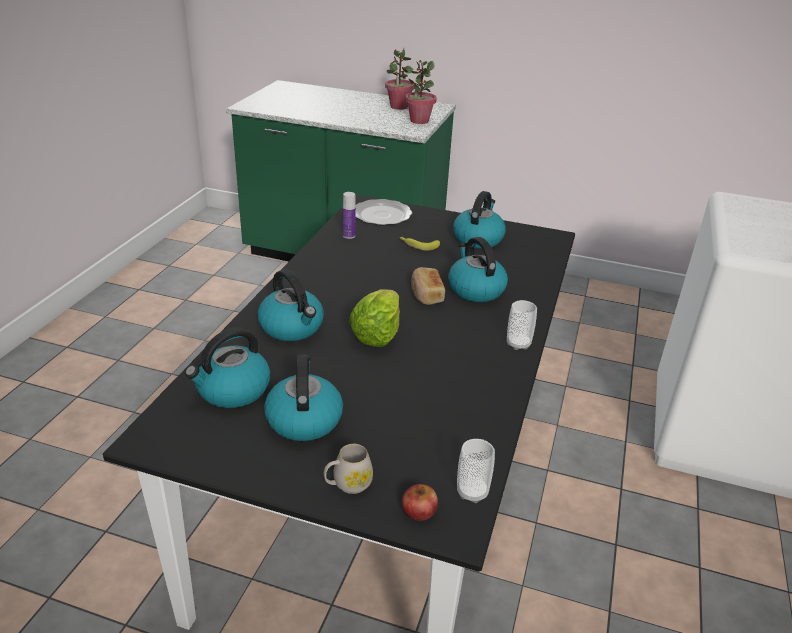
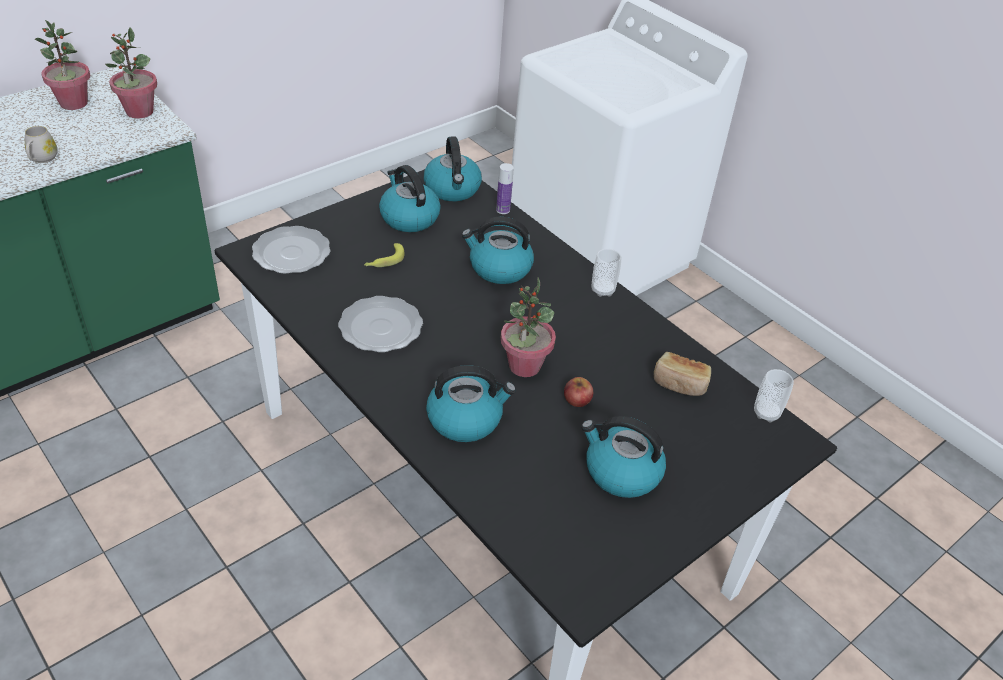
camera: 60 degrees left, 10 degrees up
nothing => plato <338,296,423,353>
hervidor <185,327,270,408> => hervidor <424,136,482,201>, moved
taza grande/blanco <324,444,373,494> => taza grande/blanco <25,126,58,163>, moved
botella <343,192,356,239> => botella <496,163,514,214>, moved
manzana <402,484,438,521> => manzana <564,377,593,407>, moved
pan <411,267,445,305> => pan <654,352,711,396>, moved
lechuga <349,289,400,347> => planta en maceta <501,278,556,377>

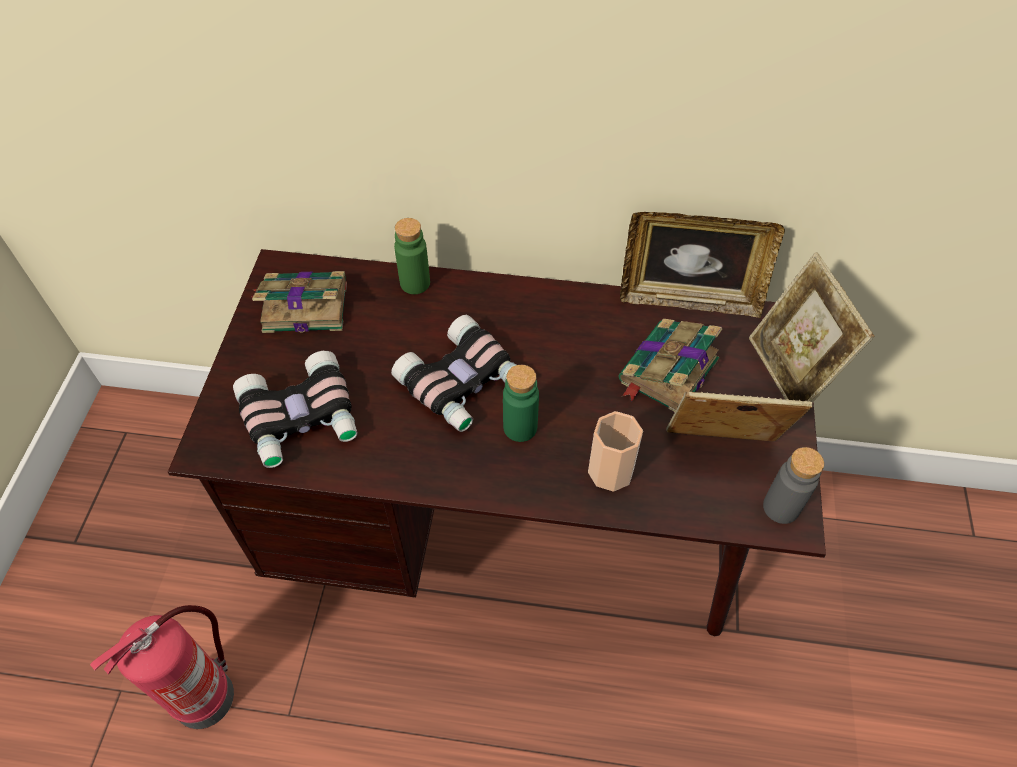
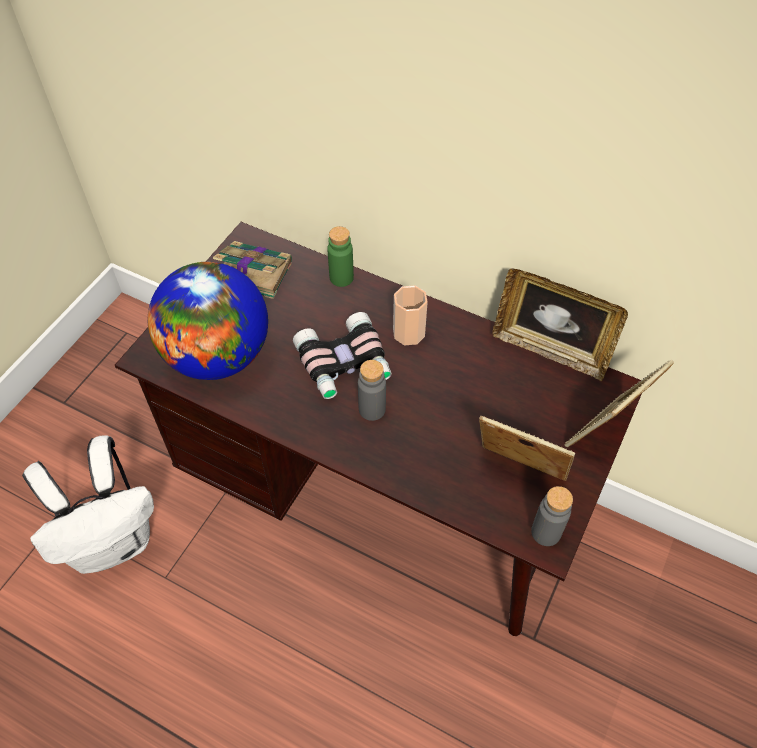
camera: 20 degrees right, 0 degrees up
libro <619,319,722,412> => nothing
taza <588,411,643,491> => taza <393,285,428,345>, moved
extintor <90,605,234,729> => mochila/blanco <22,435,154,574>
prismáticos <233,351,358,468> => globo terráqueo <148,262,268,380>
botella/verde <503,365,539,442> => botella/gris <358,360,386,421>
portarretratos <749,252,875,402> => portarretratos <565,360,674,447>, 45 degrees clockwise

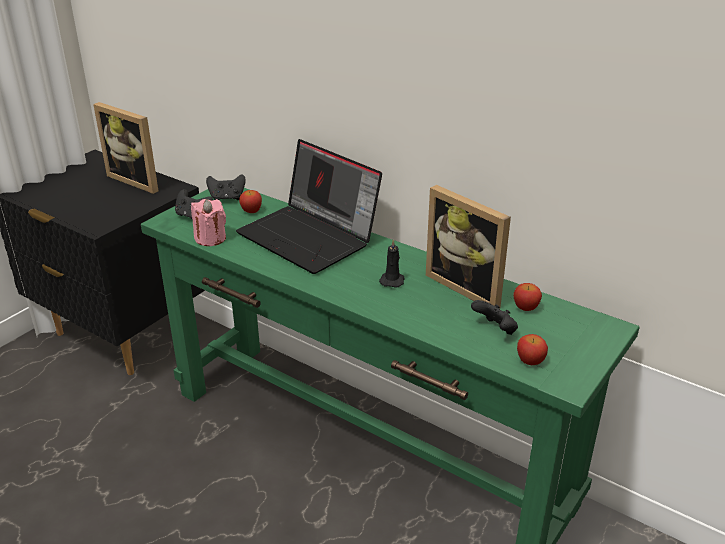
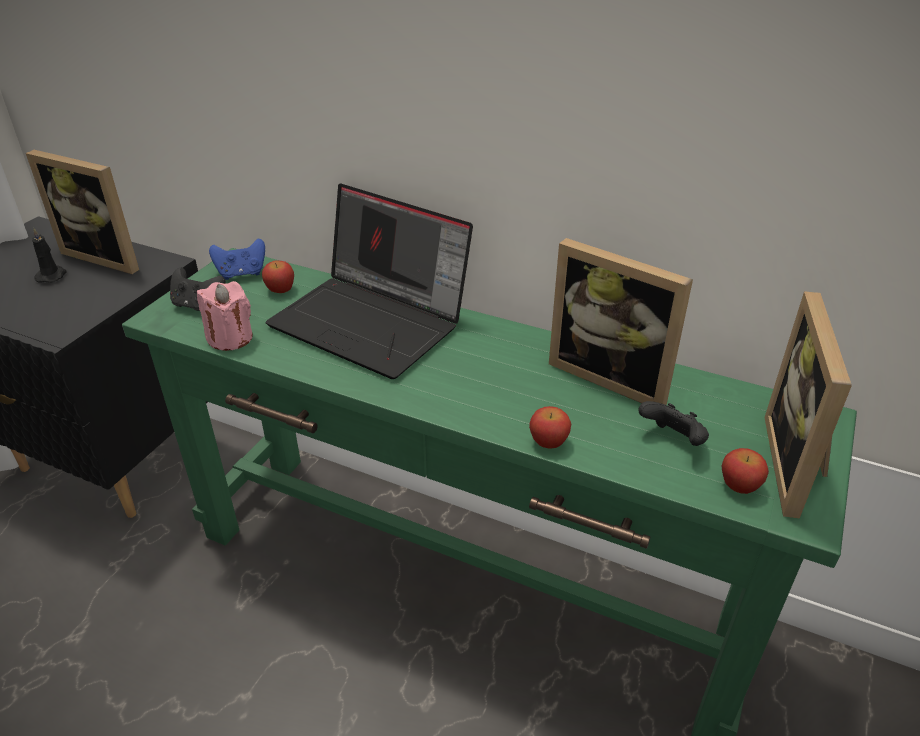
camera: 10 degrees left, 5 degrees up
nothing => portarretratos <764,291,852,519>
vela/negro <379,239,404,288> => vela/negro <32,228,67,283>, moved
manzana <513,283,542,311> => manzana <529,406,571,449>, moved
mando de consola/negro <206,174,246,200> => mando de consola/azul <209,239,265,280>

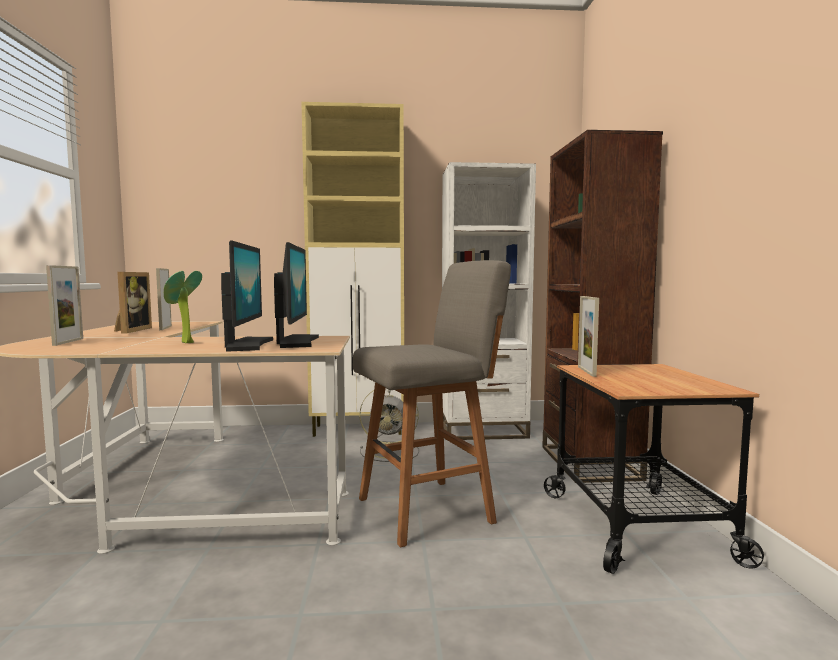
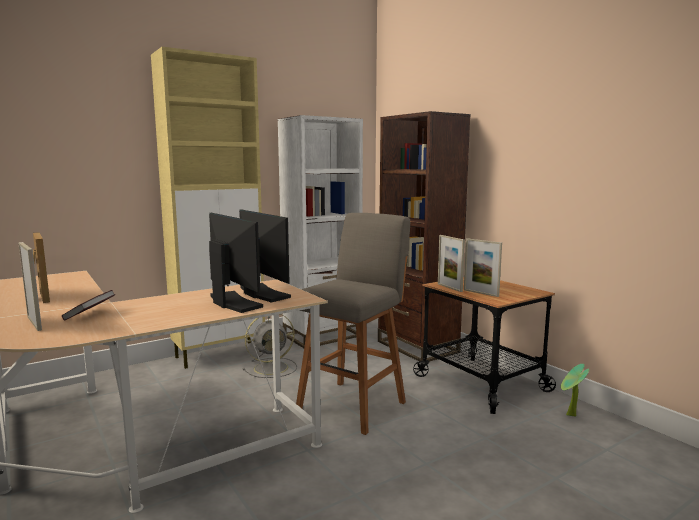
camera: 30 degrees left, 5 degrees up
nothing => libro <62,290,115,320>
portarretratos <156,268,172,330> => portarretratos <464,238,502,297>, moved
planta en maceta <164,271,202,343> => planta en maceta <561,364,589,417>, moved

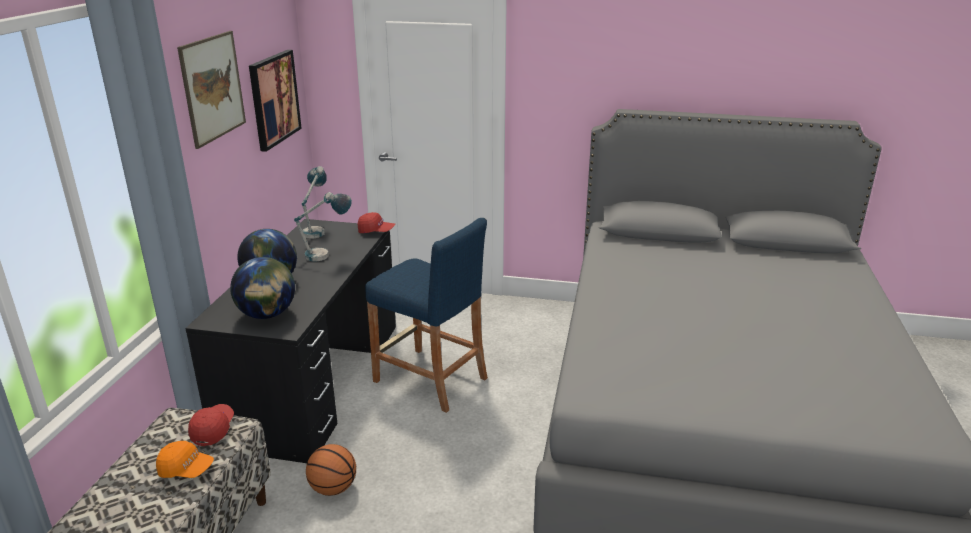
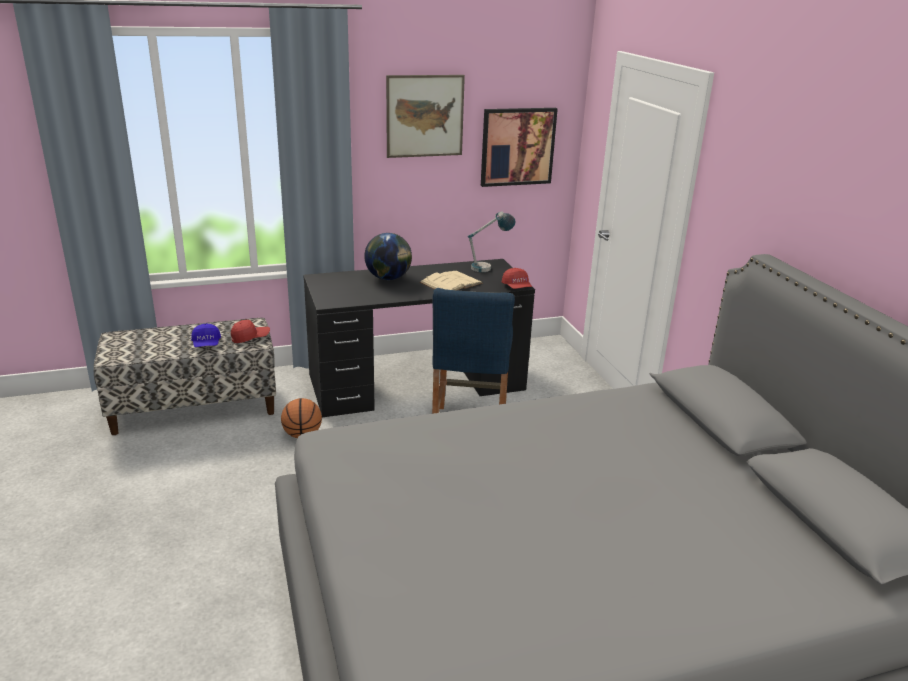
camera: 60 degrees right, 0 degrees up
globo terráqueo <230,257,295,319> => nothing
lámpara de mesa <294,192,352,261> => libro/beis <420,271,483,290>
gorra/naranja <156,441,214,478> => gorra/azul <191,324,221,347>

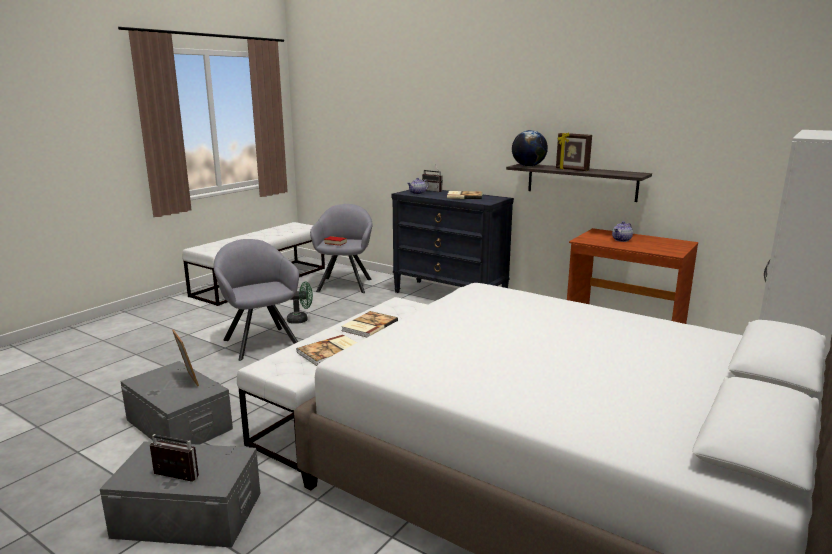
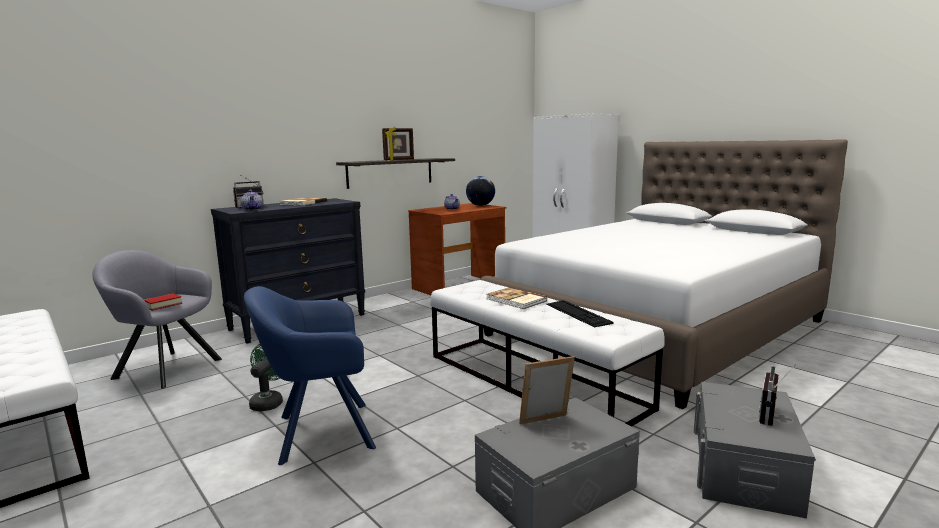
camera: 75 degrees left, 5 degrees down
globo terráqueo <512,130,548,166> => globo terráqueo <466,176,495,206>, moved
libro <297,334,357,366> => teclado <546,300,613,327>
sillón/gris <214,239,299,361> => sillón/azul <244,286,376,465>

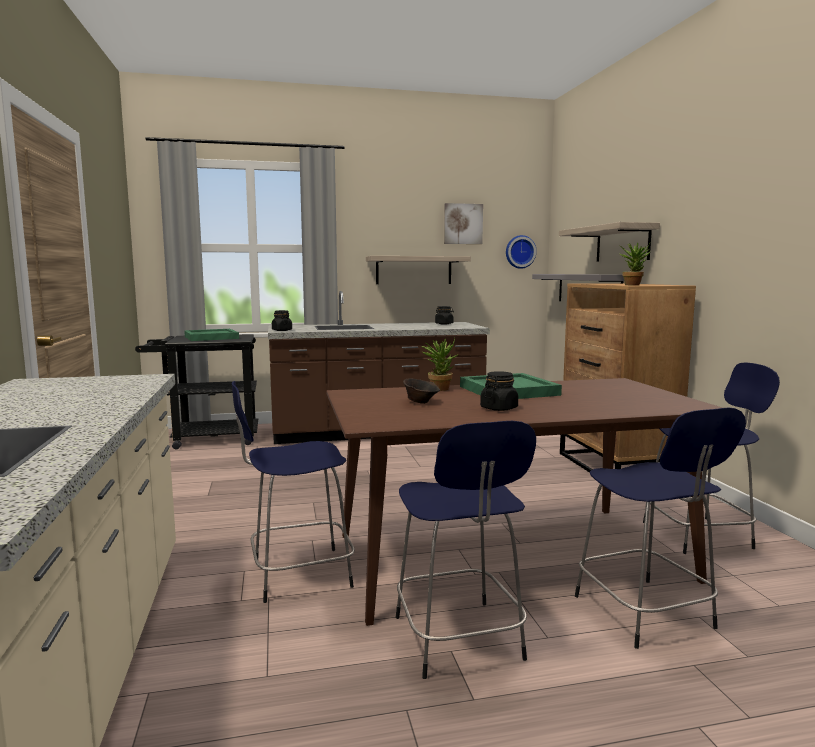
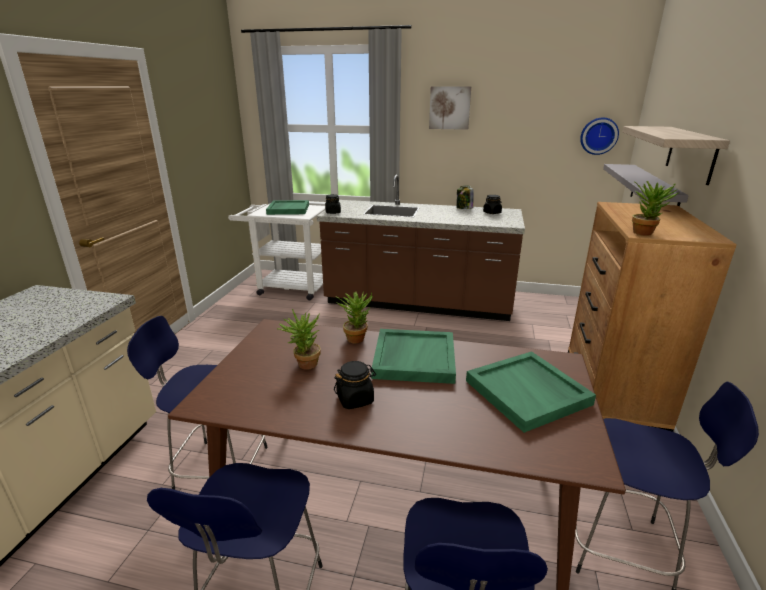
camera: 25 degrees right, 15 degrees up
estante <366,256,471,284> => nothing
nothing => tarro <457,186,474,209>
nothing => bandeja/verde <466,351,596,433>
cuadro <444,203,483,244> => cuadro <429,86,471,130>, moved
cuenco/marrón <403,379,440,404> => planta en maceta <277,309,321,370>
carrito/negro <135,334,258,449> => carrito/blanco <228,203,325,300>

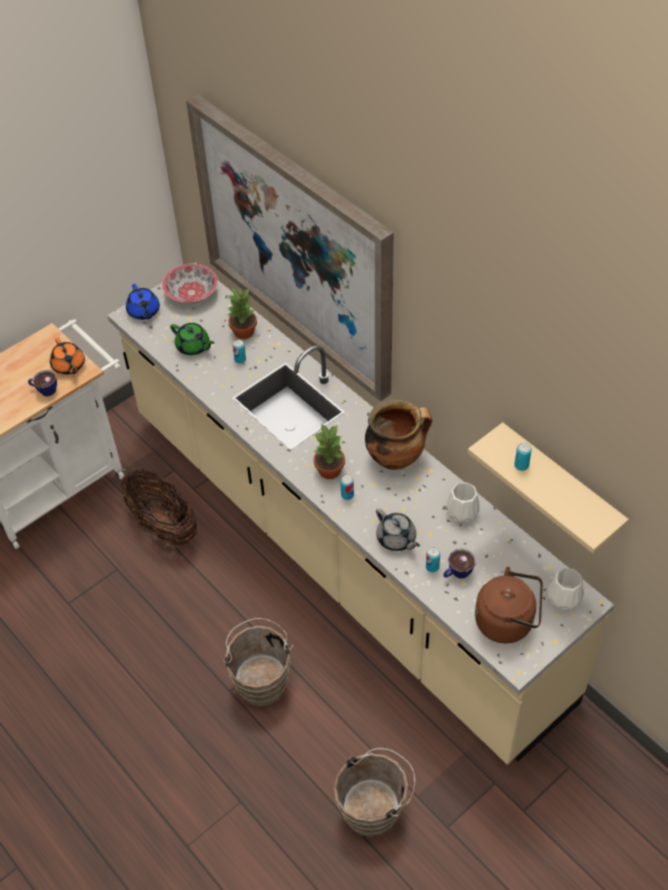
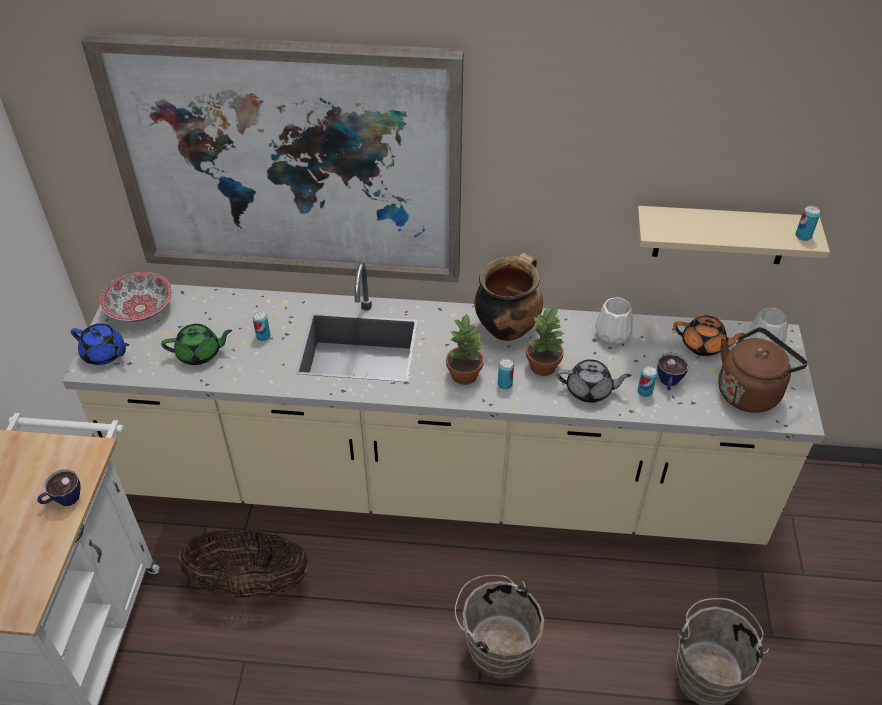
camera: 45 degrees left, 5 degrees down
tetera/naranja <50,338,85,375> => tetera/naranja <673,315,745,357>, moved
planta en maceta <228,288,257,339> => planta en maceta <526,306,565,376>, moved
lata <514,442,532,471> => lata <796,206,820,241>, moved

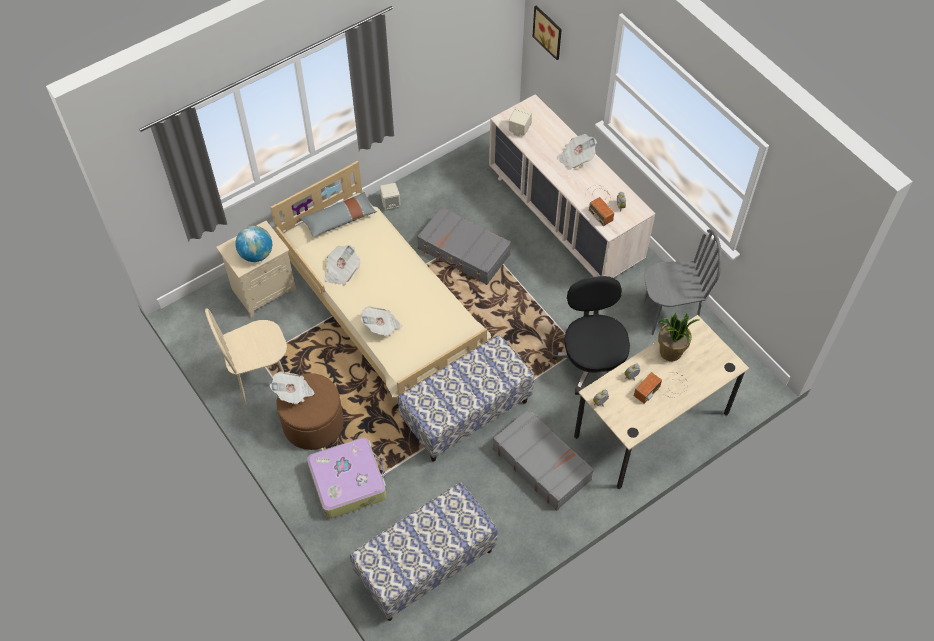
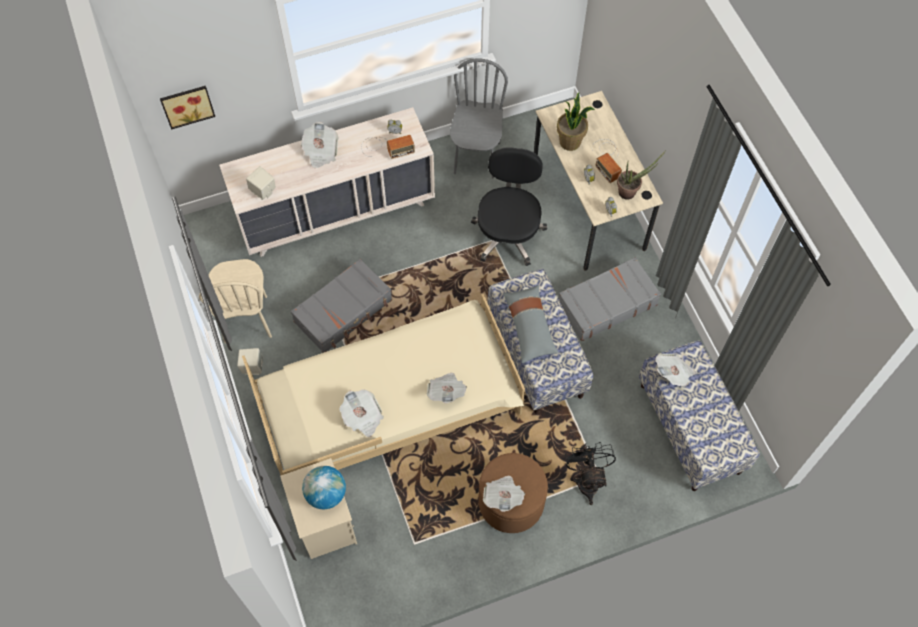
camera: 75 degrees left, 5 degrees up
nothing => planta en maceta <617,150,666,200>
nothing => periódico <655,354,695,387>
silla/beis <205,308,287,405> => silla/beis <199,259,272,344>, moved
cojín/gris <300,192,377,238> => cojín/gris <503,285,558,363>, moved
maleta <307,437,387,519> => ventilador/negro <565,442,616,505>
silla de oficina/negro <553,276,630,395> => silla de oficina/negro <471,147,547,266>, 90 degrees clockwise

